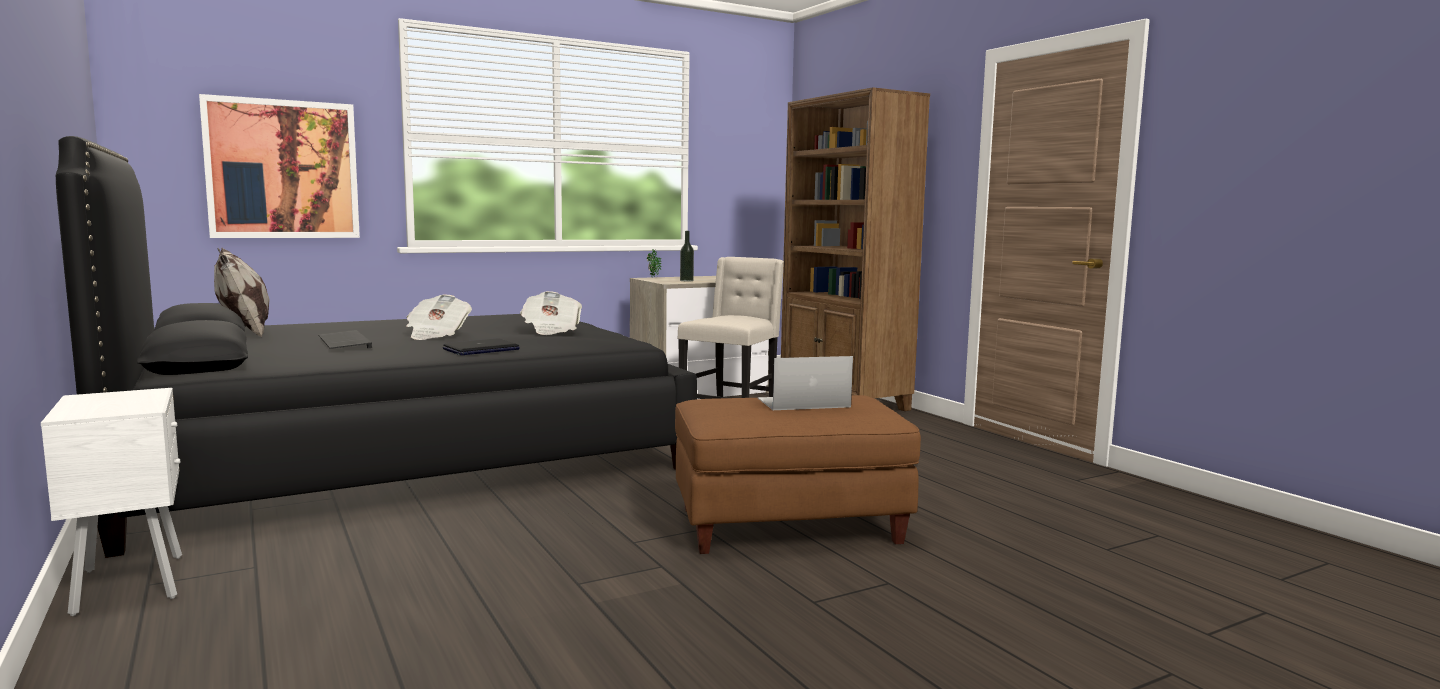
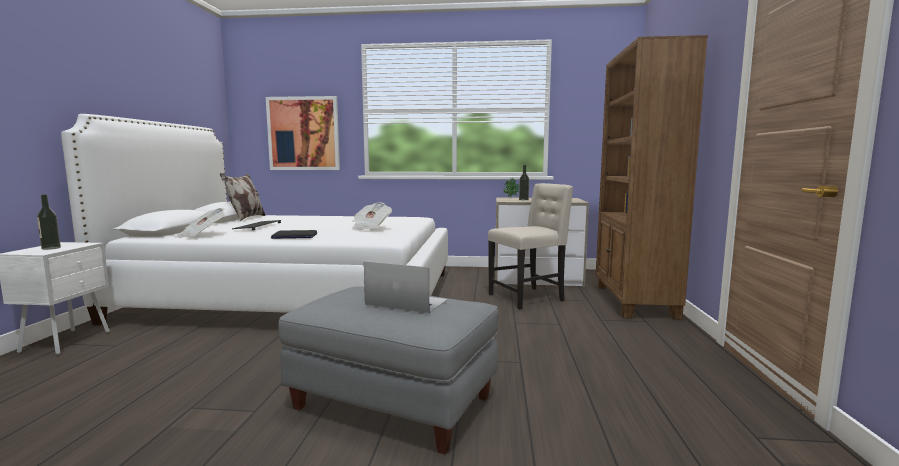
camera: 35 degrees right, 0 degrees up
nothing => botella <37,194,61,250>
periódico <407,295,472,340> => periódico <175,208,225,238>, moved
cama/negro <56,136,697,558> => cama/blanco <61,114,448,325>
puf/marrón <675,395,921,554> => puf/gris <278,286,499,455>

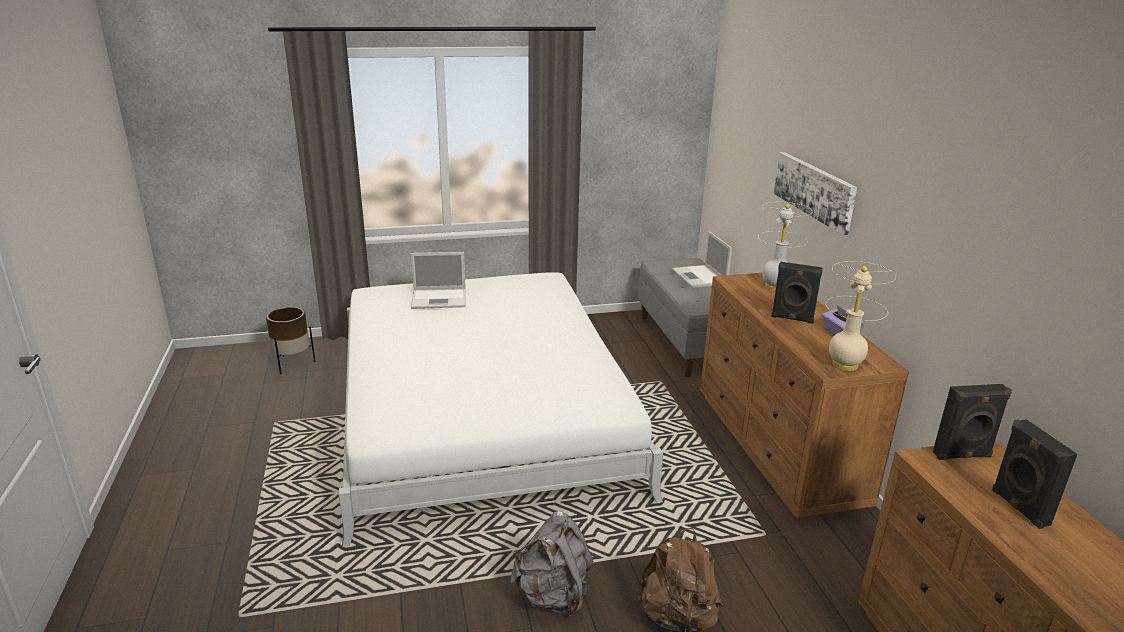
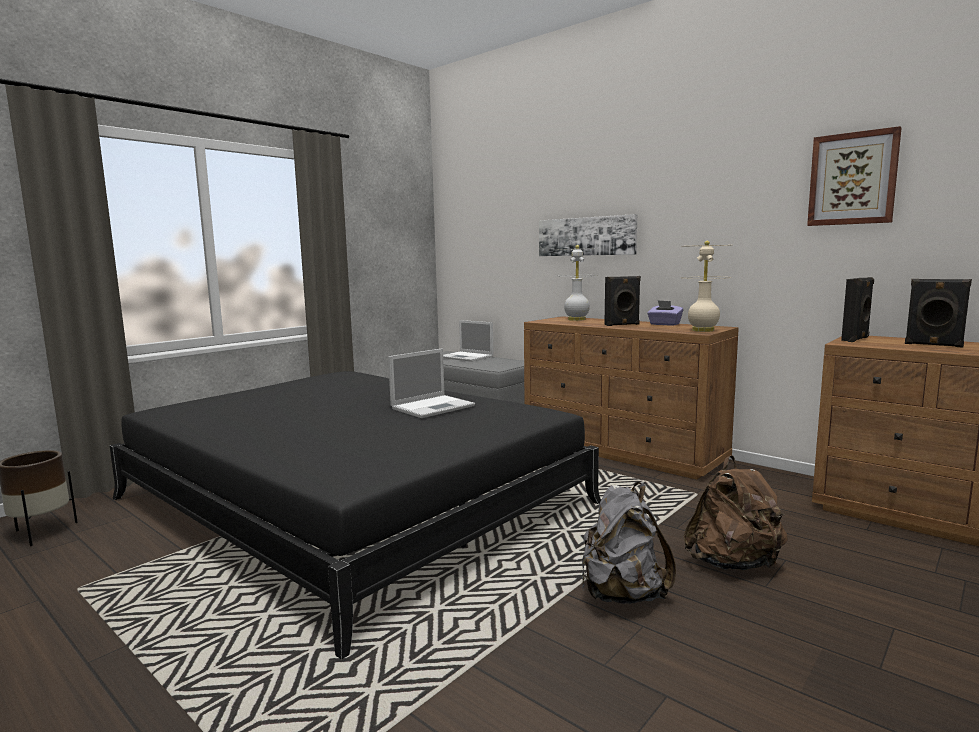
camera: 35 degrees left, 15 degrees down
nothing => cuadro <807,126,902,226>
portátil <411,252,466,309> => portátil <388,348,475,418>, moved
cama/blanco <339,272,663,547> => cama/negro <110,371,601,659>

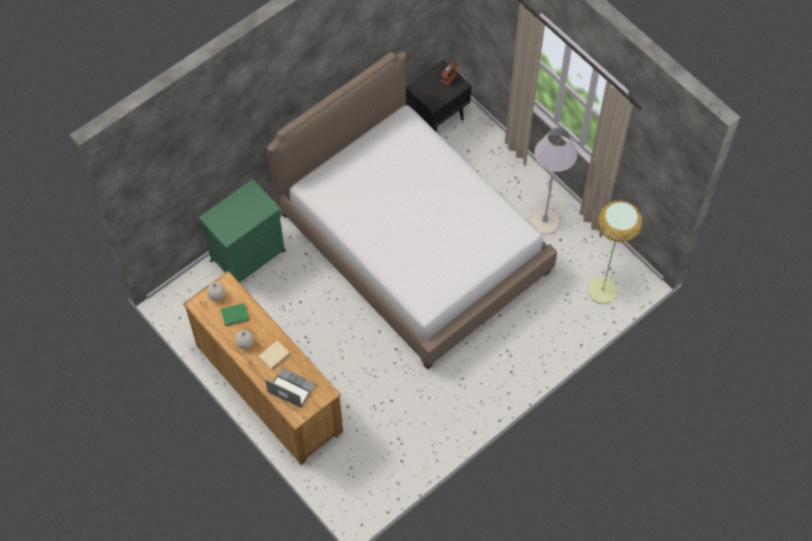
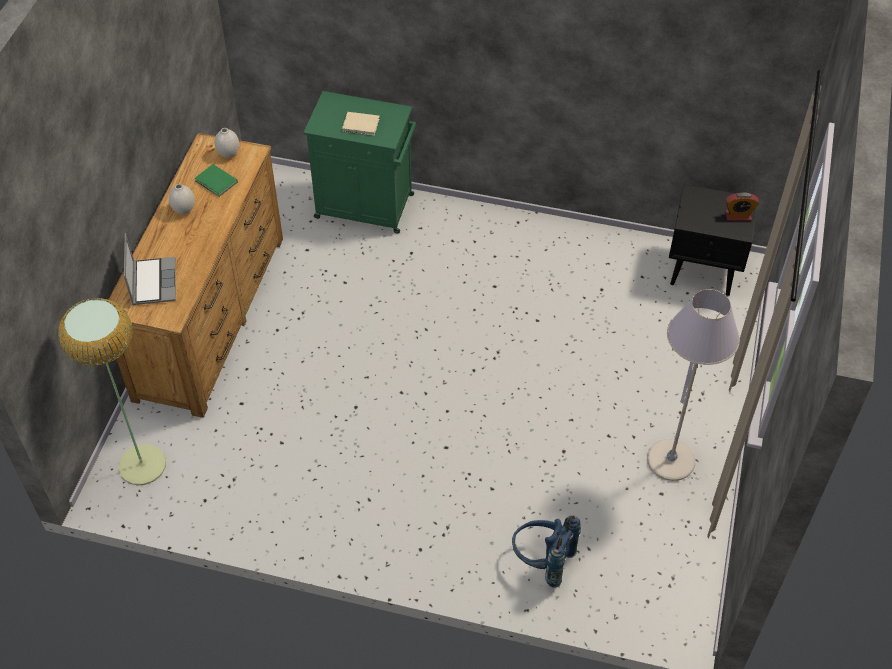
camera: 55 degrees right, 10 degrees down
cama <267,52,557,370> => nothing
nothing => mochila/azul <512,515,581,588>
libro/beis <259,341,290,370> => libro/beis <342,112,380,135>, moved
lámpara de pie <588,200,642,304> => lámpara de pie <58,298,166,486>, moved

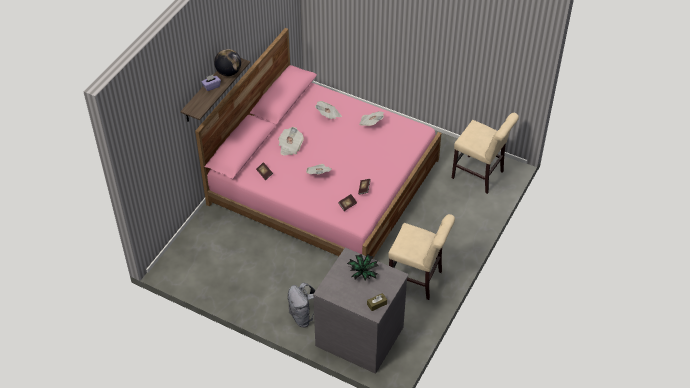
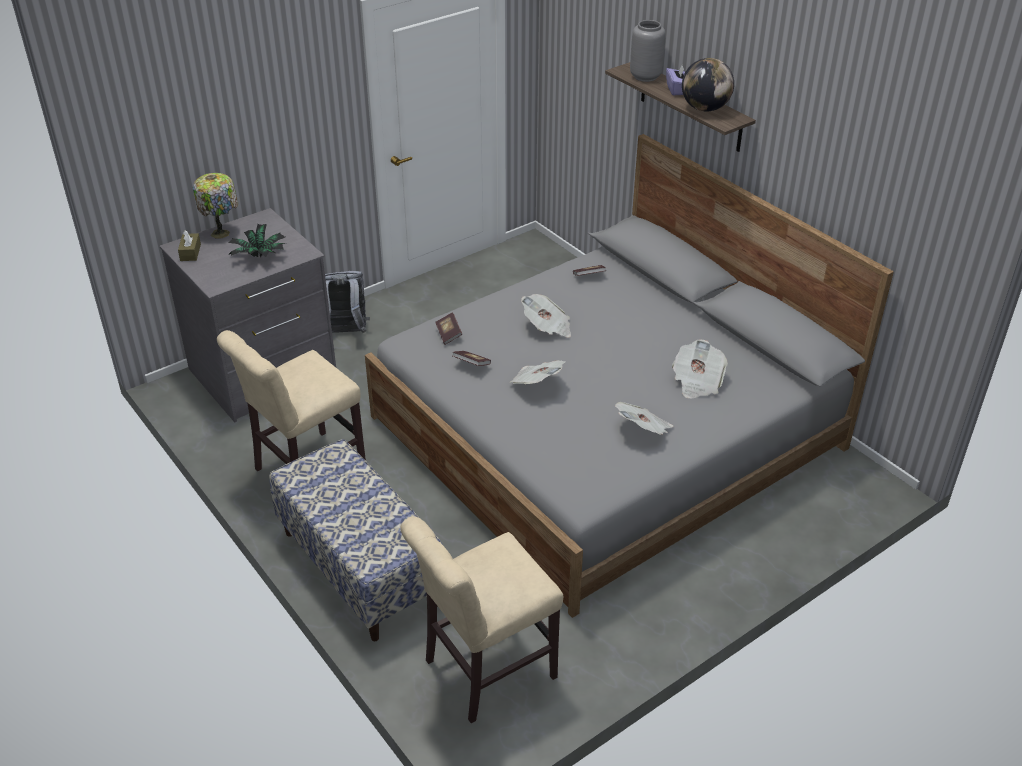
camera: 115 degrees right, 10 degrees down
nothing => lámpara de mesa <193,173,238,239>
nothing => banco <269,439,443,641>
nothing => florero/gris <630,20,666,82>
periódico <278,127,304,155> => periódico <509,360,566,384>, moved
cama/rosa <195,28,442,259> => cama/gris <365,134,894,618>

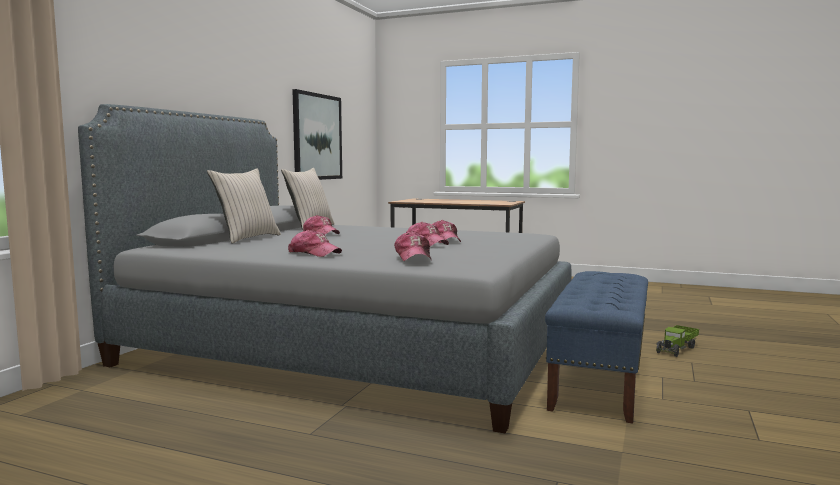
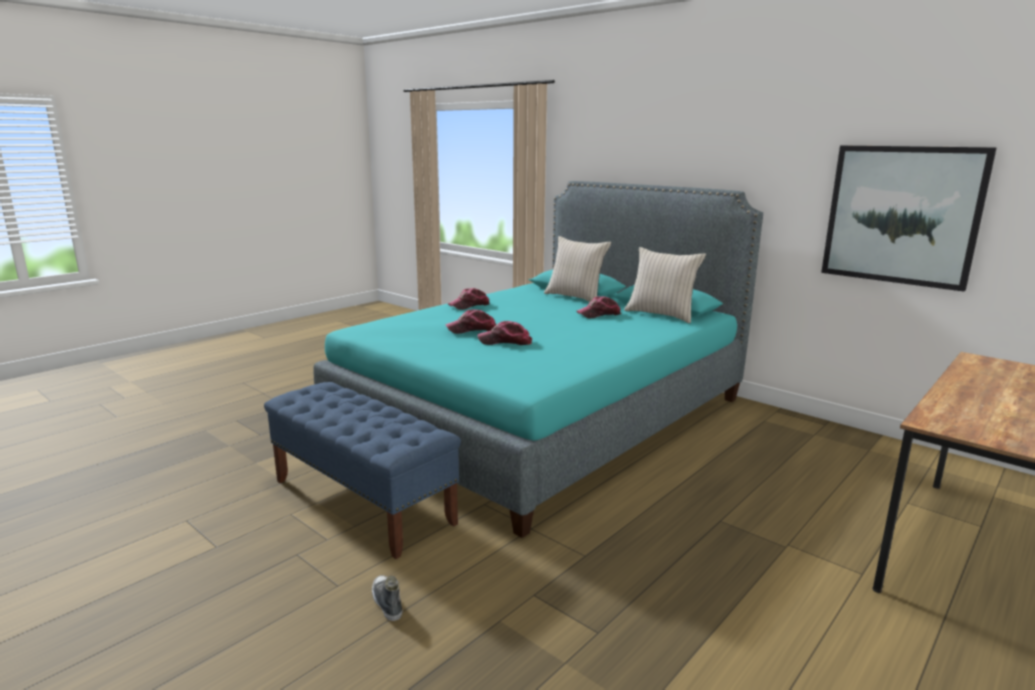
camera: 110 degrees right, 10 degrees up
gorra <394,231,431,261> => nothing
camión de juguete <656,325,699,357> => zapato <372,575,402,621>
cama/gris <78,104,572,433> => cama/turquesa <313,181,763,538>

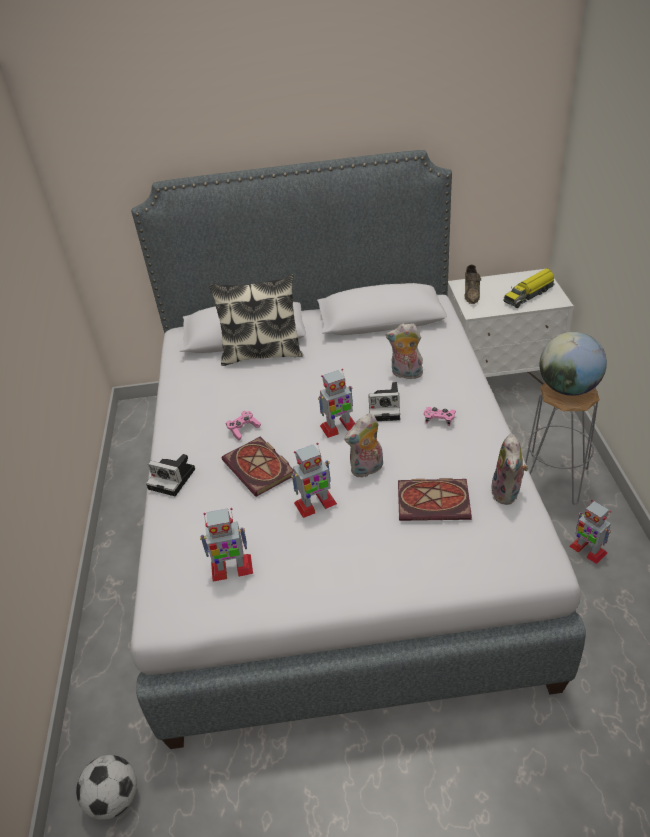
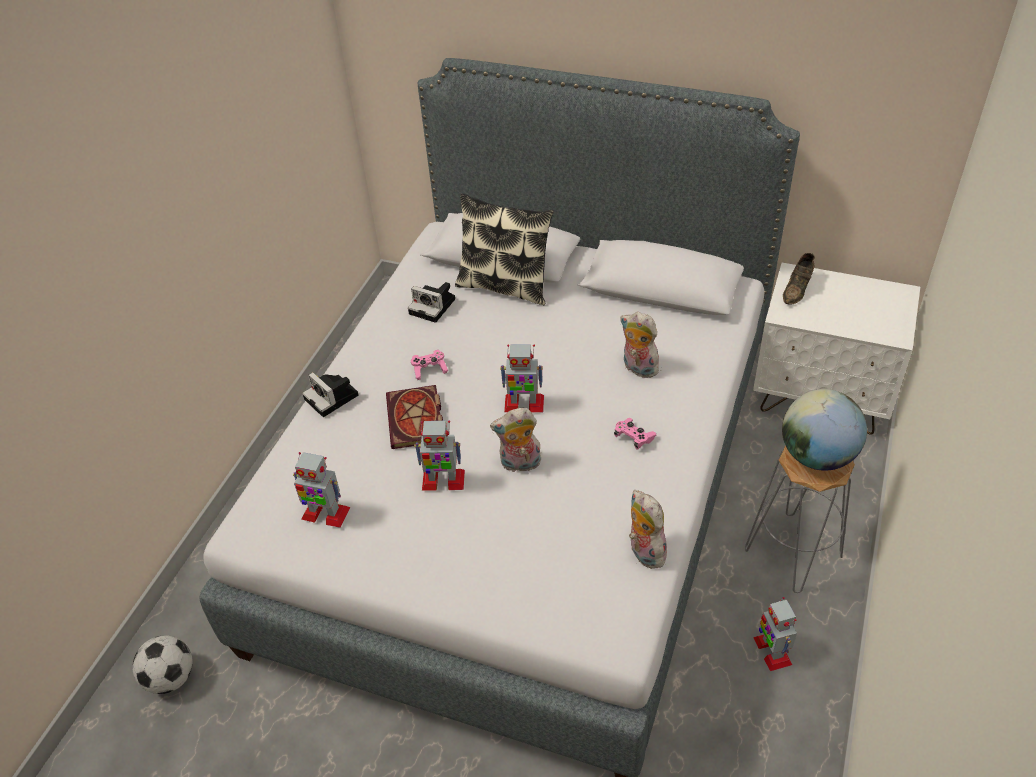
camera: 25 degrees right, 5 degrees up
libro <398,478,472,521> => nothing
camión de juguete <503,268,555,308> => nothing
cámara <368,382,400,421> => cámara <408,282,455,323>, moved
peluche <491,434,529,505> => peluche <629,490,667,569>, 120 degrees clockwise

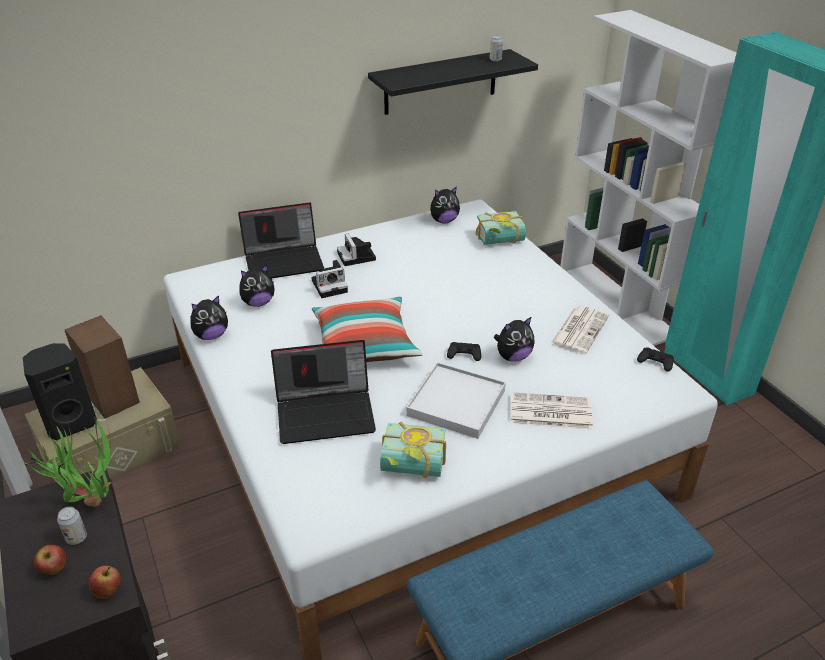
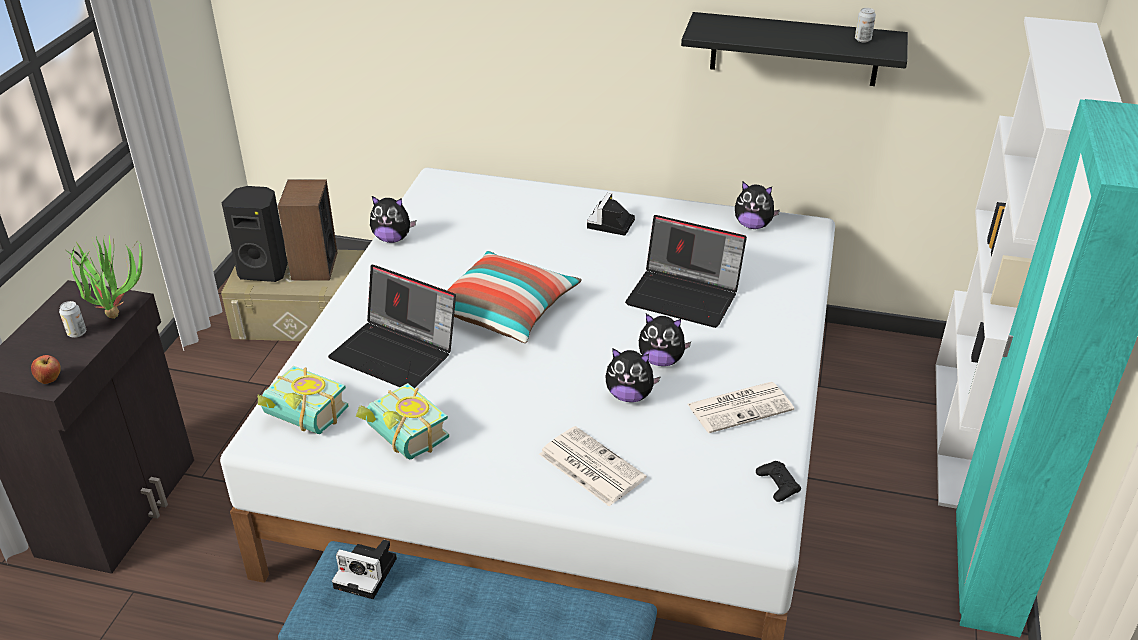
camera: 40 degrees right, 0 degrees up
manzana <34,545,66,575> => nothing
bandeja/blanco <406,362,506,439> => nothing
mando de consola/negro <447,342,481,361> => nothing
portátil <238,202,324,278> => portátil <625,215,747,328>, moved
peluche <240,265,274,307> => peluche <639,314,691,366>, moved
cámara <311,260,348,298> => cámara <332,540,397,599>, moved
libro <476,211,526,245> => libro <257,366,349,434>, moved

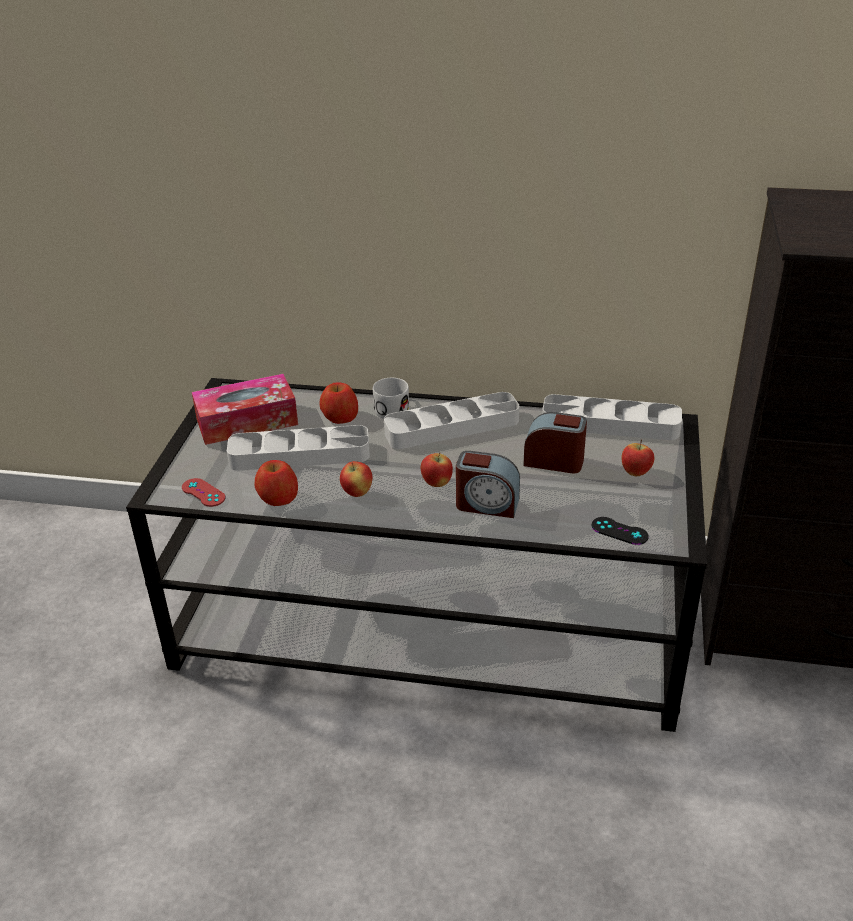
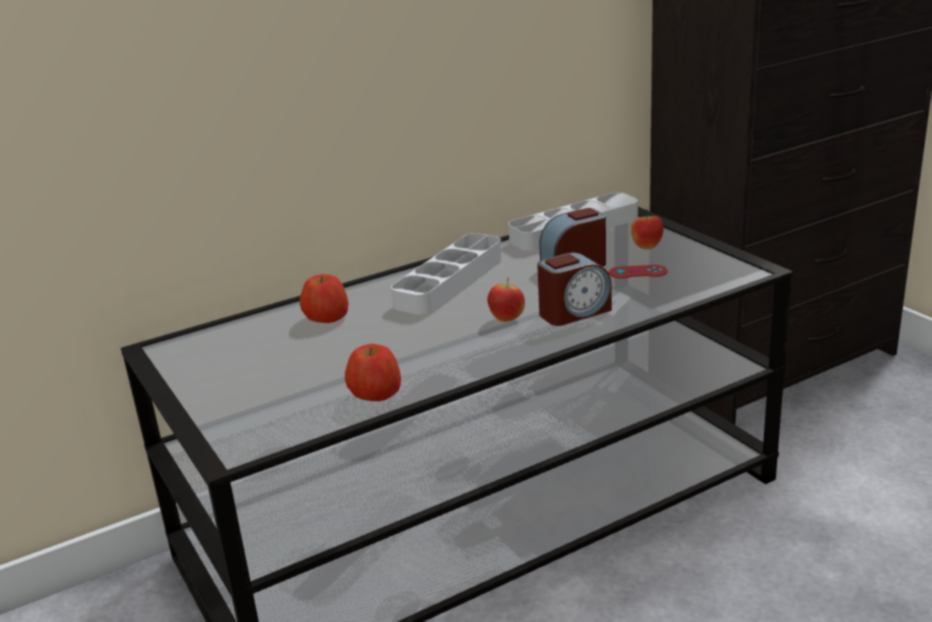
camera: 40 degrees left, 10 degrees down
caja de pañuelos <192,374,298,445> => nothing
bandeja/gris <227,425,370,471> => nothing
manzana <340,461,373,497> => nothing
taza grande/blanco <373,378,410,419> => nothing
mando de consola/negro <592,517,649,545> => nothing
mando de consola/rojo <182,478,225,507> => mando de consola/rojo <609,265,668,279>, moved

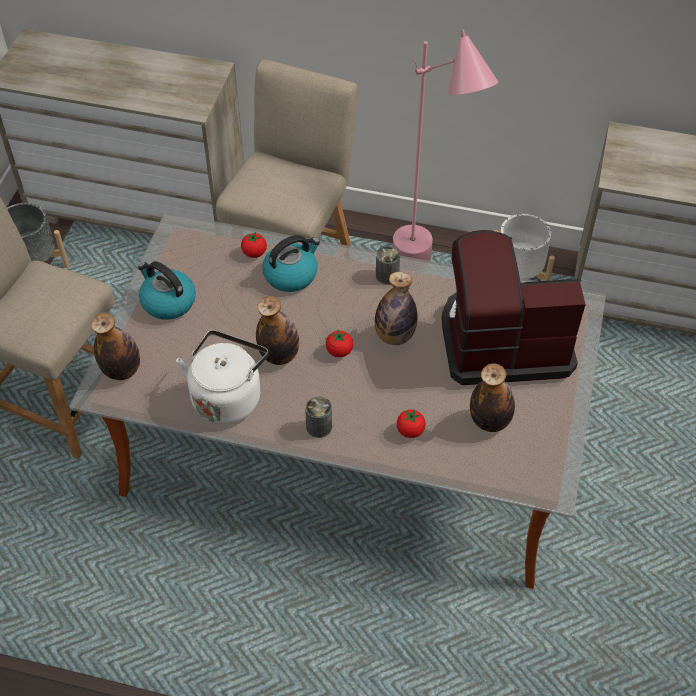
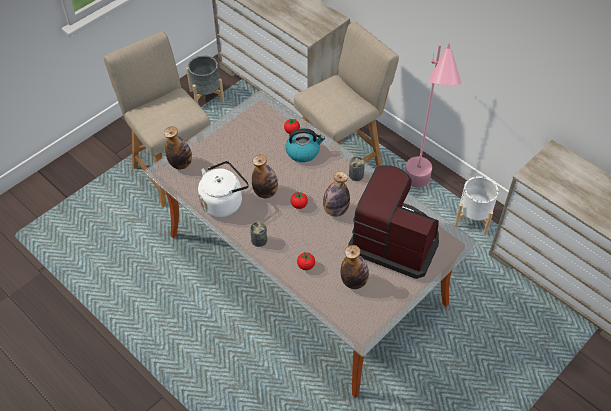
camera: 30 degrees right, 0 degrees up
hervidor <138,261,196,320> => nothing

